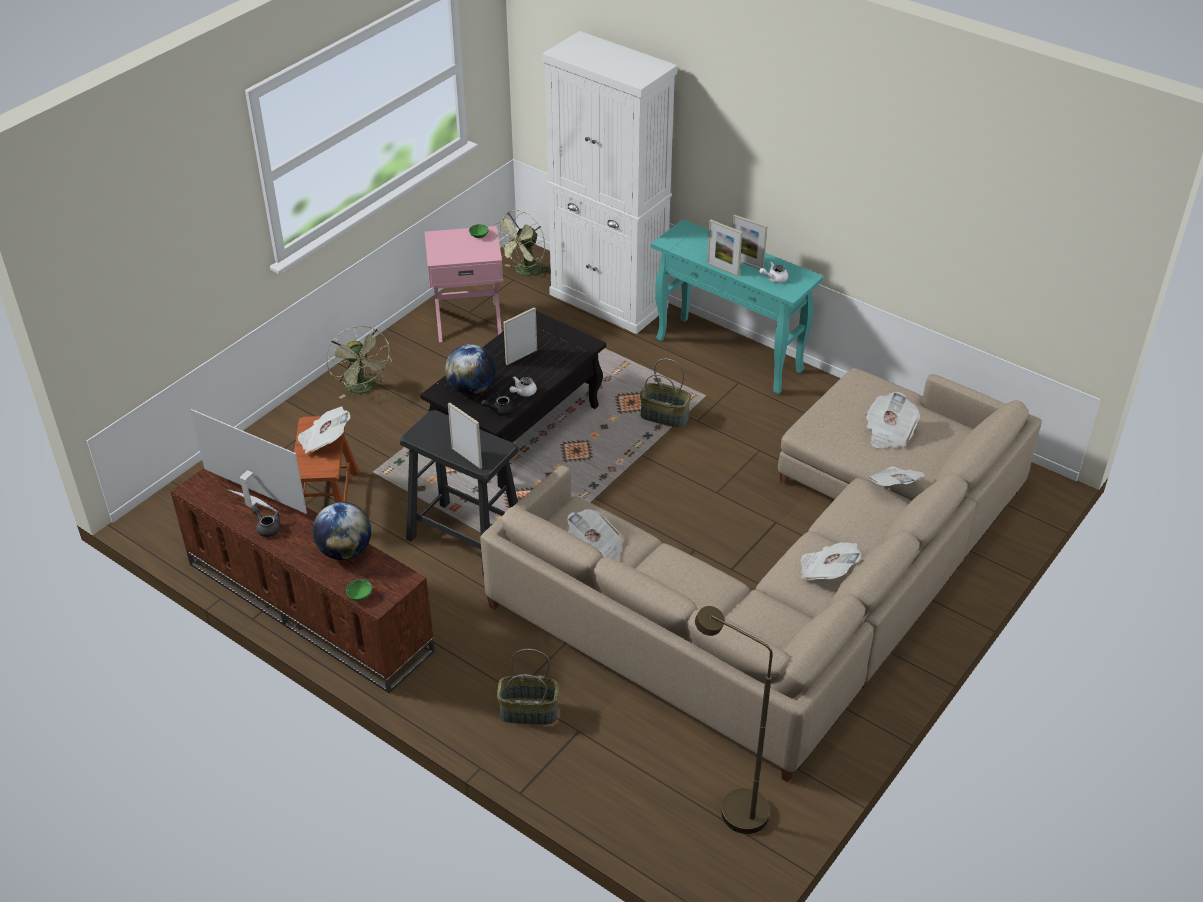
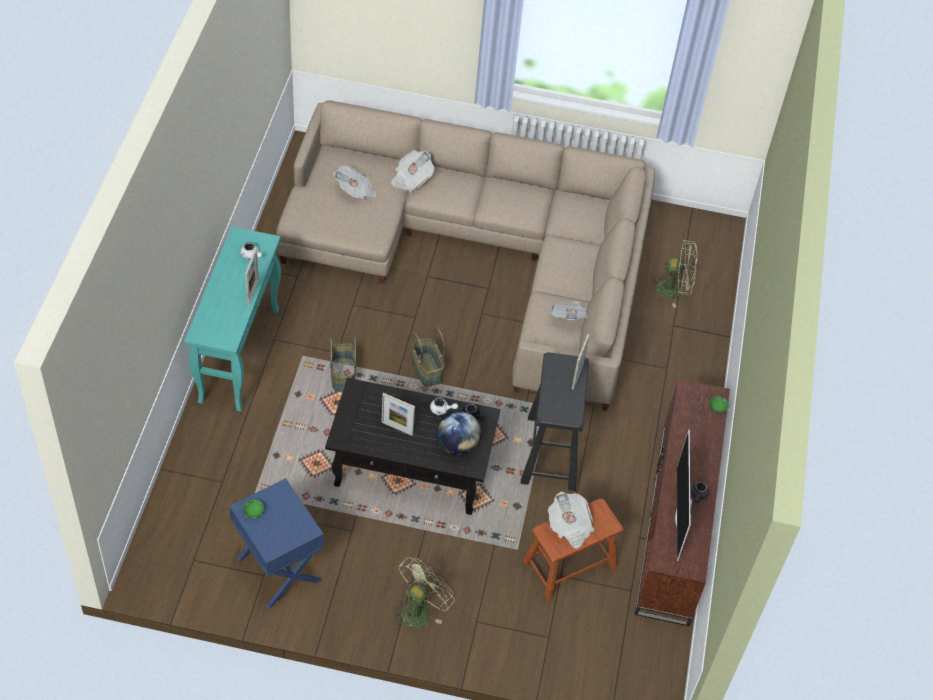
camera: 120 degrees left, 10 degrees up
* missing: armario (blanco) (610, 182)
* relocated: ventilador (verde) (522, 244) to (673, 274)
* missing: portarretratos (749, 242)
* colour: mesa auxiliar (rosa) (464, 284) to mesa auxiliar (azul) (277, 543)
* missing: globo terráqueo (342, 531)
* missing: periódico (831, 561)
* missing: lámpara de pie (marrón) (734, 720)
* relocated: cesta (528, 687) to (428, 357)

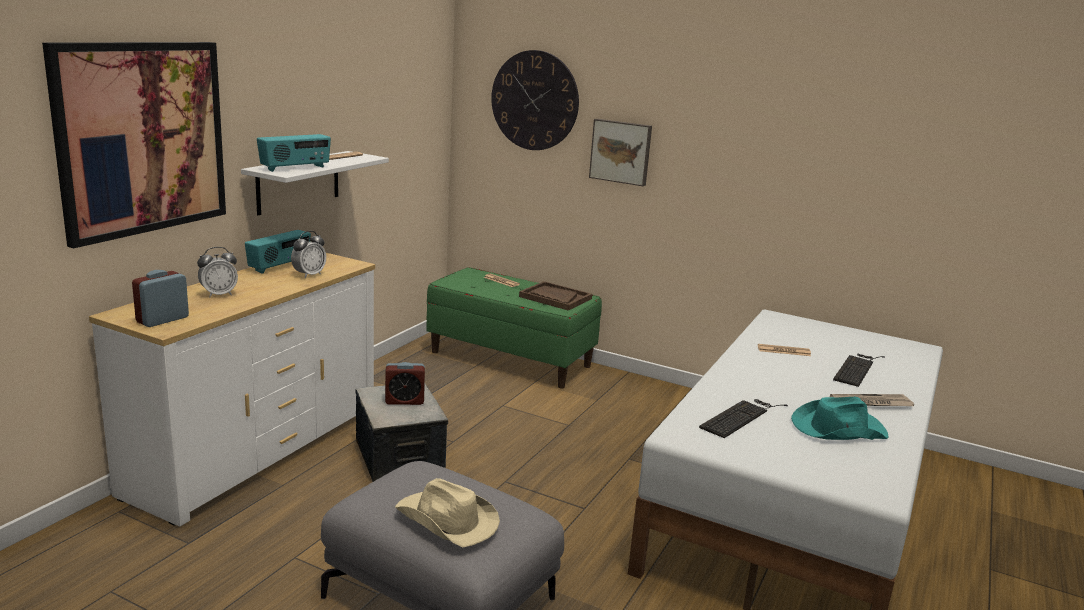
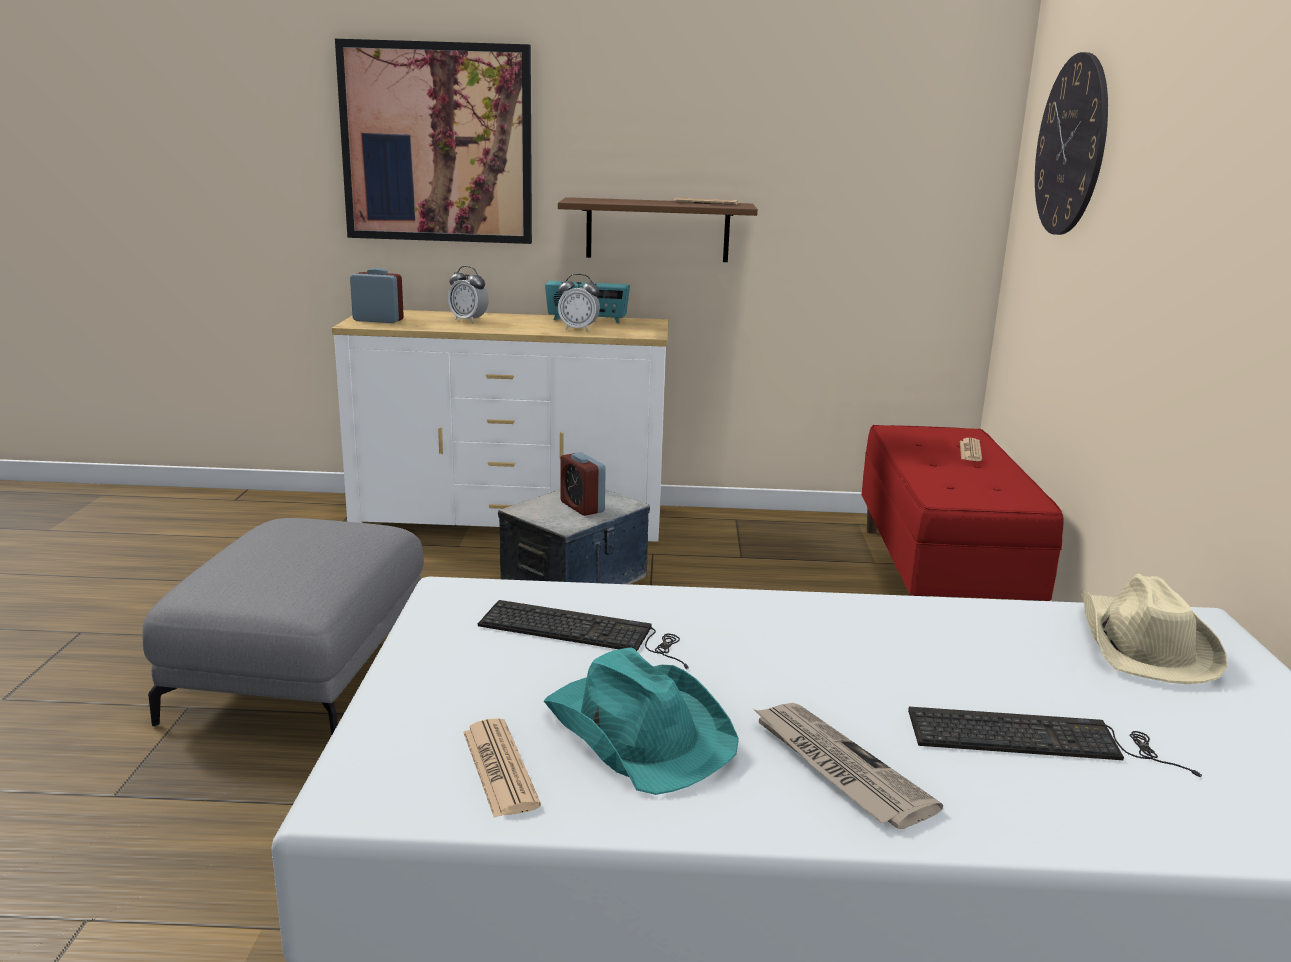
camera: 65 degrees right, 0 degrees up
* missing: cuadro (620, 152)
* missing: radio (294, 153)
* colour: estante (blanco) (315, 183) to estante (marrón) (658, 229)
* colour: banco (verde) (514, 327) to banco (rojo) (962, 513)
* missing: bandeja (marrón) (555, 296)
* relocated: periódico (784, 350) to (502, 768)
* relocated: sombrero (beis) (447, 512) to (1154, 629)

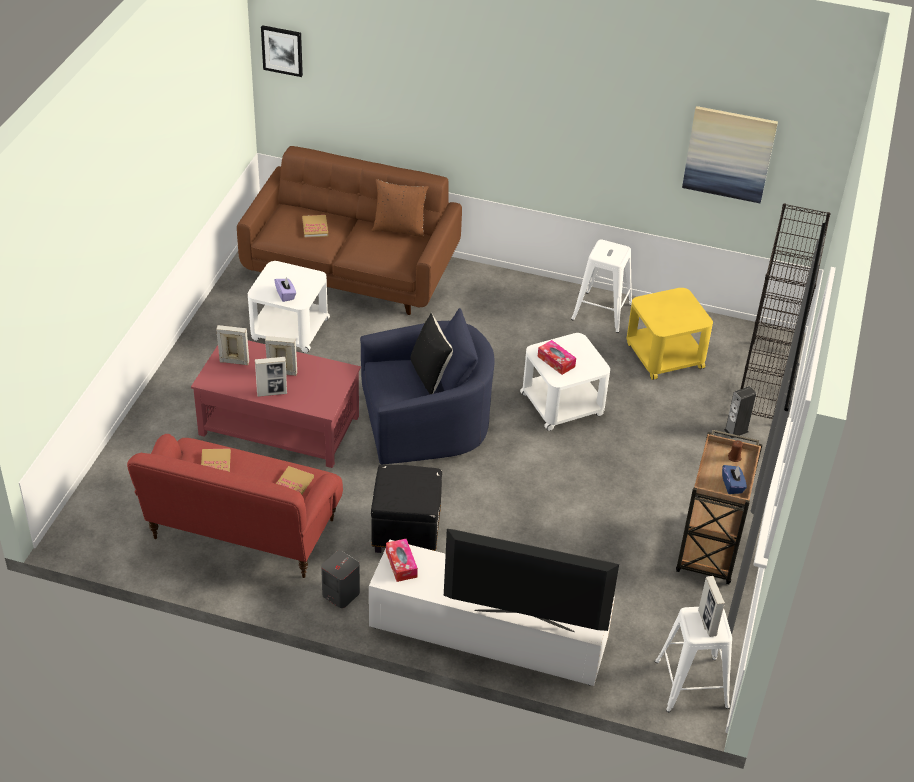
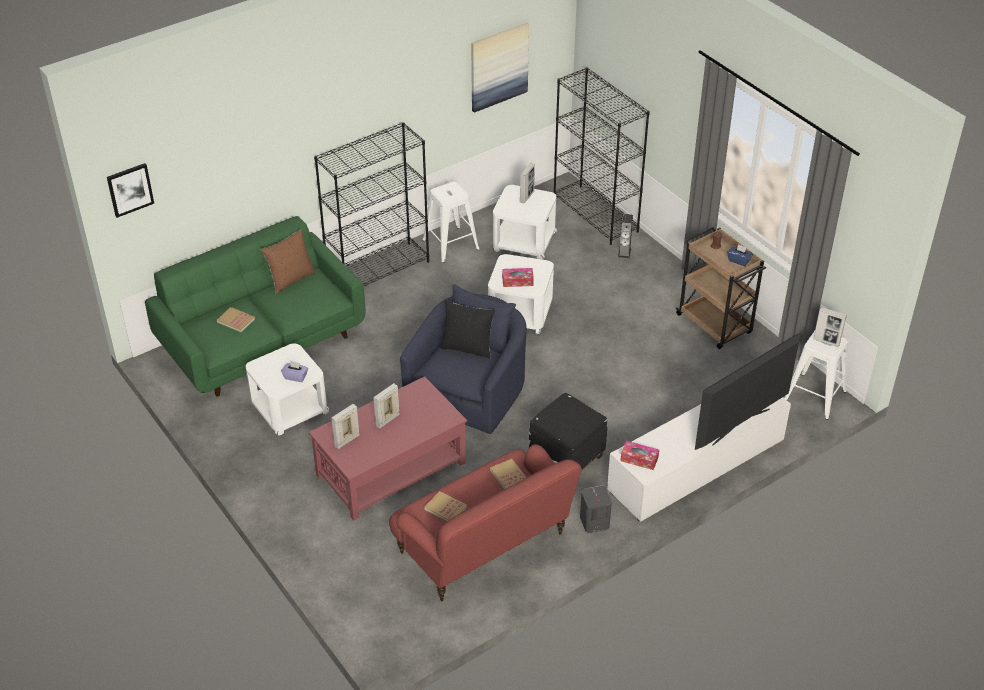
camera: 50 degrees left, 0 degrees up
* colour: sofá (marrón) (349, 230) to sofá (verde) (255, 306)
* colour: mesa auxiliar (amarillo) (669, 334) to mesa auxiliar (blanco) (525, 222)
* relocated: portarretratos (271, 377) to (527, 183)
* appeared: estantería (negro) (371, 204)

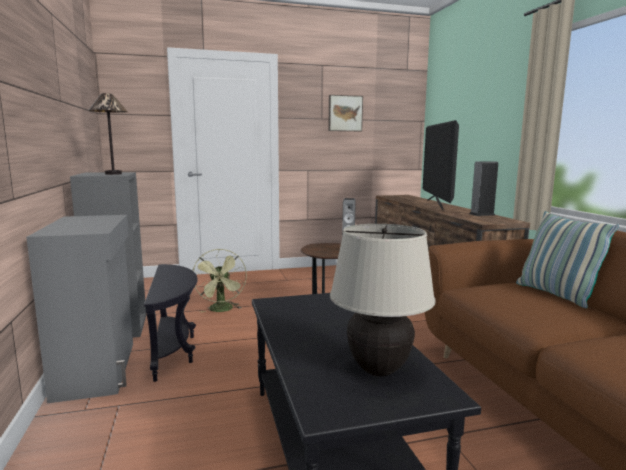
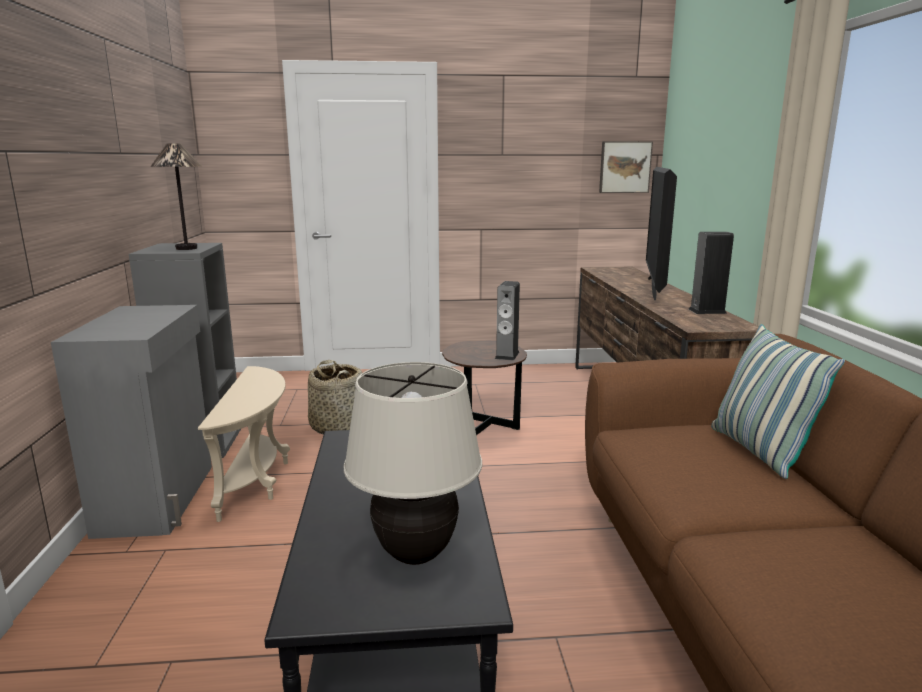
camera: 10 degrees right, 5 degrees up
* relocated: cuadro (345, 113) to (626, 167)
* exchanged: ventilador (verde) (220, 281) to cesta (335, 397)
* colour: mesa auxiliar (negro) (170, 323) to mesa auxiliar (beis) (244, 444)

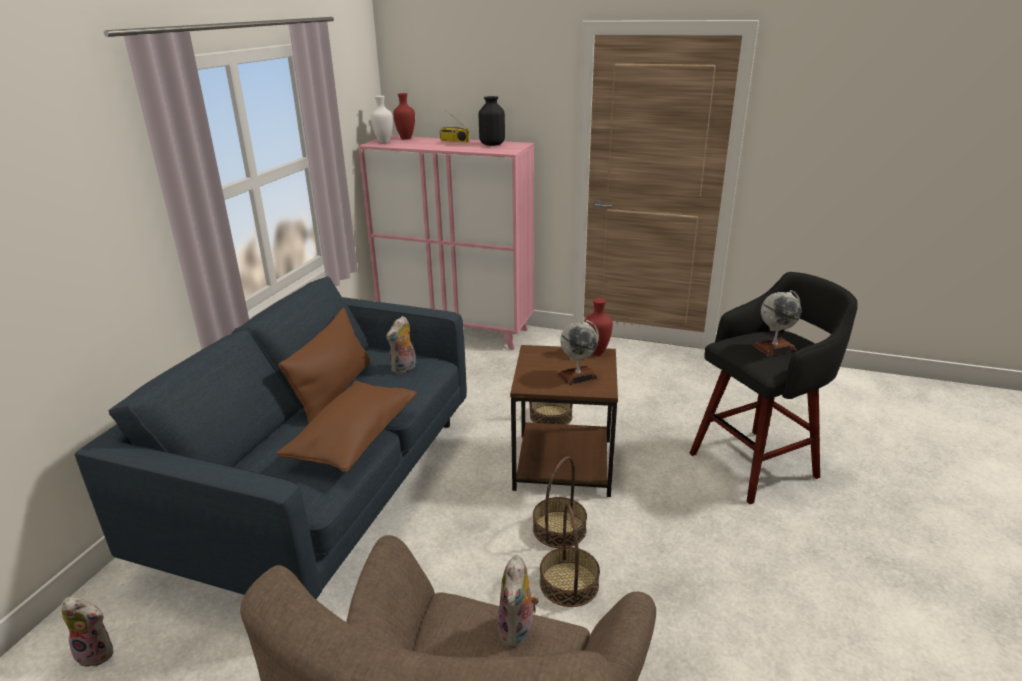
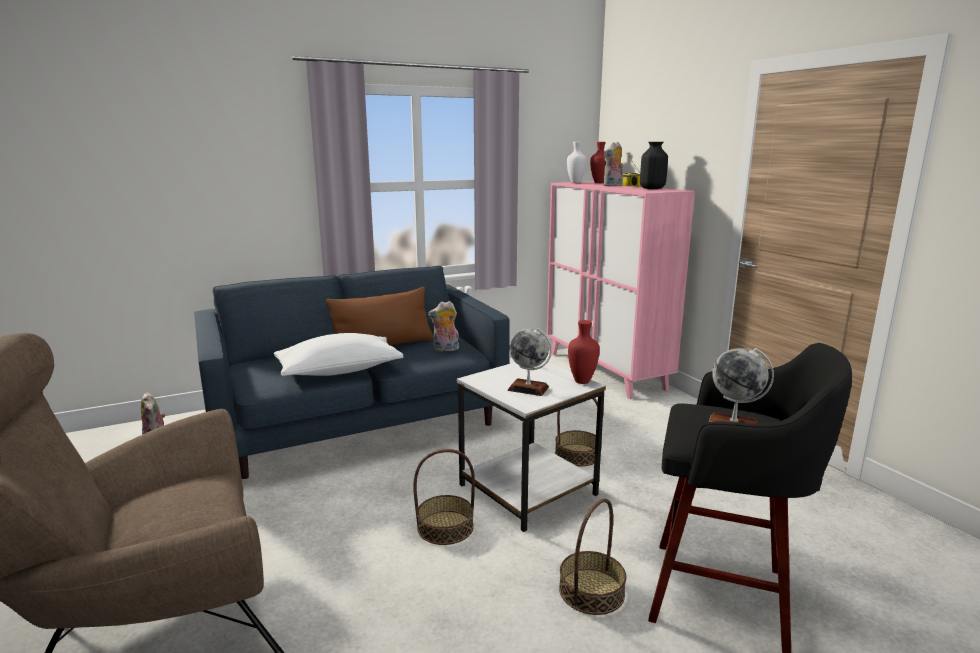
camera: 45 degrees right, 10 degrees down
* colour: mesa auxiliar (marrón) (564, 421) to mesa auxiliar (blanco) (531, 446)
* colour: cojín (marrón) (346, 427) to cojín (blanco) (338, 354)
* relocated: cesta (570, 555) to (592, 556)
* relocated: peluche (518, 601) to (613, 164)

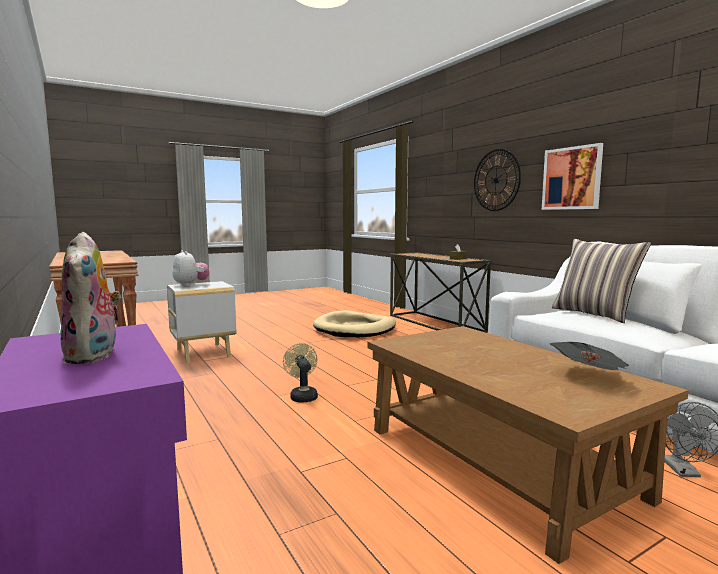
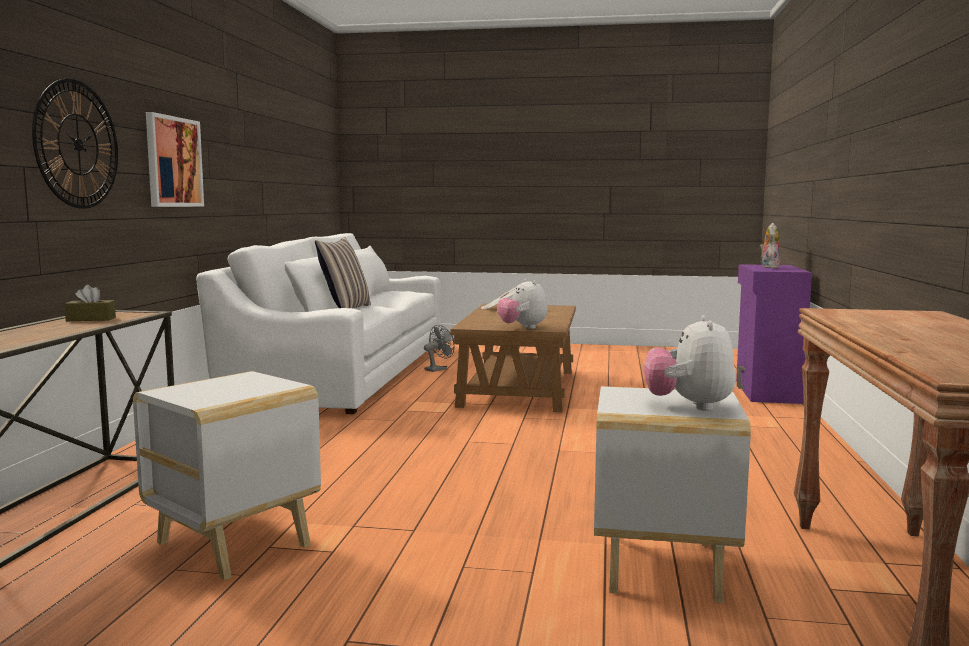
camera: 140 degrees left, 0 degrees up
* exchanged: cama para perro (beis) (354, 323) to mesa auxiliar (blanco) (227, 475)
* missing: ventilador (beis) (300, 373)
* appeared: peluche (522, 304)

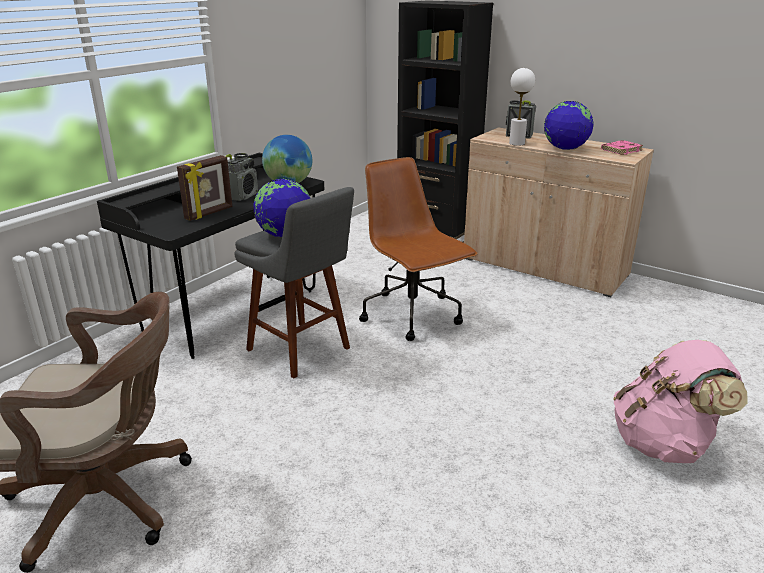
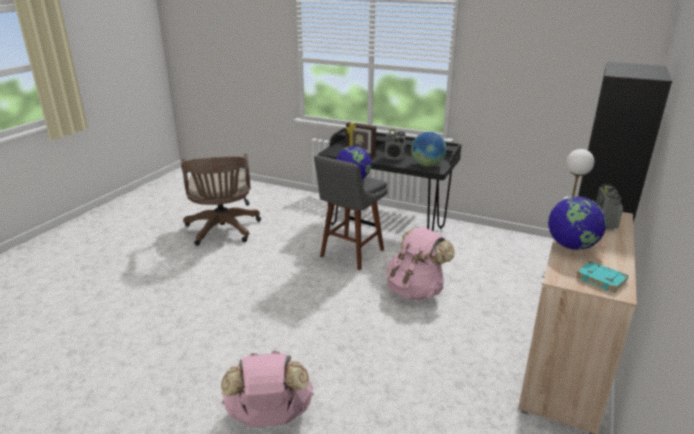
camera: 80 degrees right, 0 degrees up
* colour: libro (rosa) (622, 147) to libro (turquesa) (602, 277)
* exchanged: silla de oficina (marrón) (418, 249) to mochila (rosa) (421, 263)

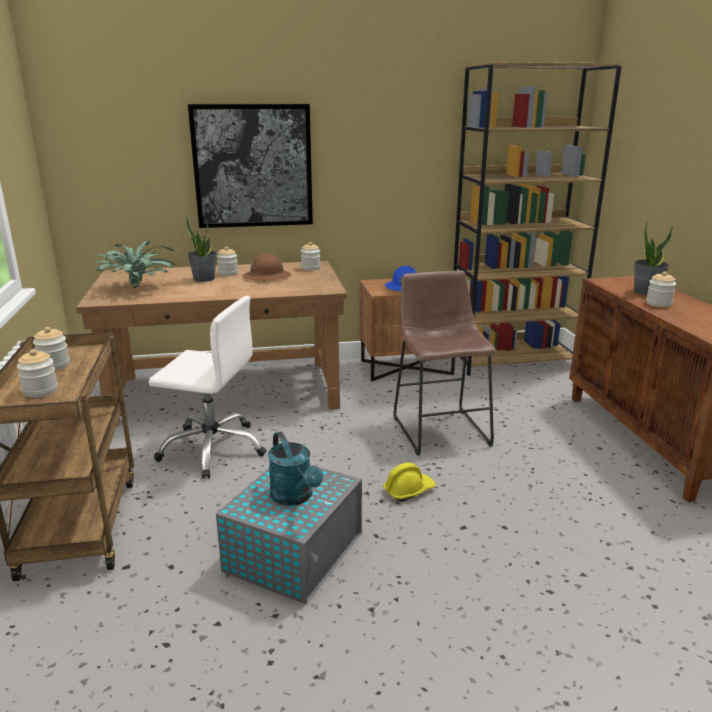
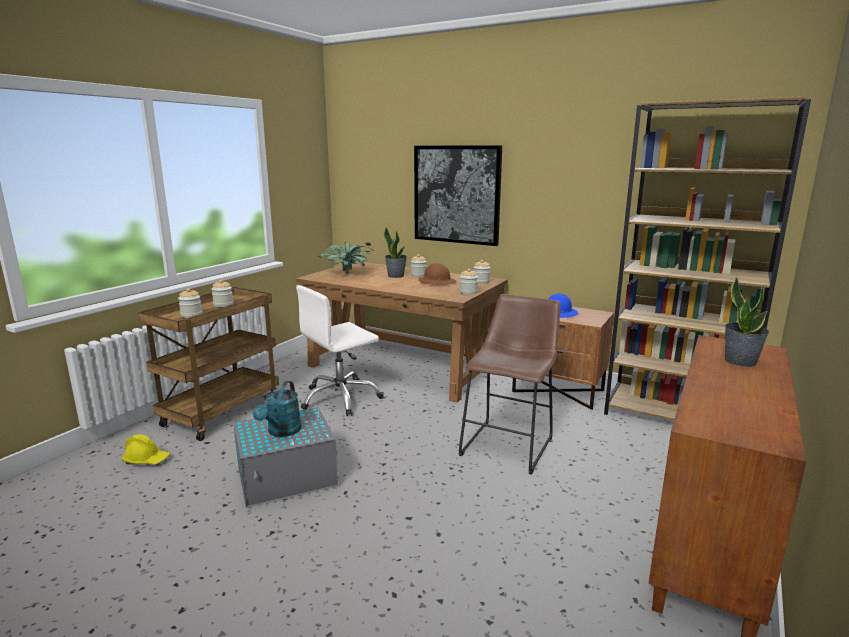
camera: 40 degrees right, 5 degrees down
* relocated: tarro (661, 289) to (469, 281)
* spun: silla de oficina (blanco) (207, 387) = (340, 350) 90 degrees clockwise
* relocated: casco (amarillo) (409, 482) to (145, 449)

